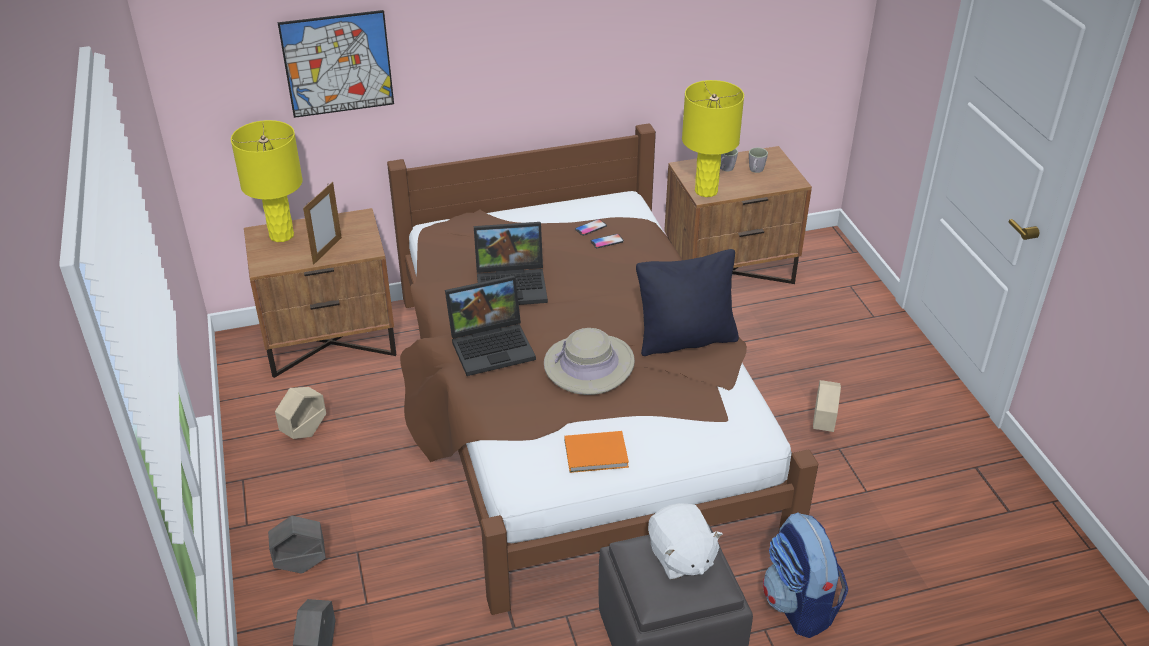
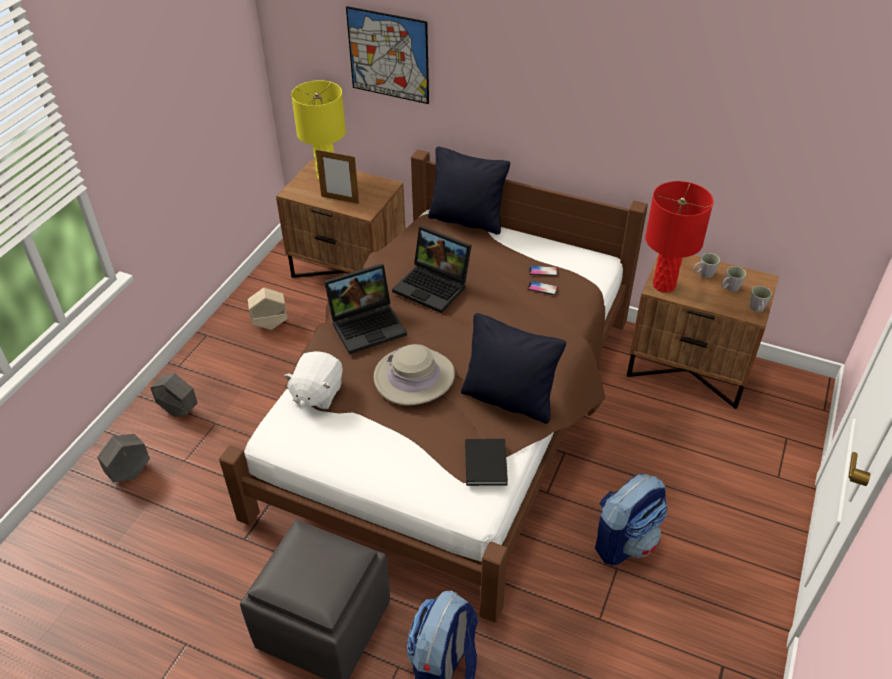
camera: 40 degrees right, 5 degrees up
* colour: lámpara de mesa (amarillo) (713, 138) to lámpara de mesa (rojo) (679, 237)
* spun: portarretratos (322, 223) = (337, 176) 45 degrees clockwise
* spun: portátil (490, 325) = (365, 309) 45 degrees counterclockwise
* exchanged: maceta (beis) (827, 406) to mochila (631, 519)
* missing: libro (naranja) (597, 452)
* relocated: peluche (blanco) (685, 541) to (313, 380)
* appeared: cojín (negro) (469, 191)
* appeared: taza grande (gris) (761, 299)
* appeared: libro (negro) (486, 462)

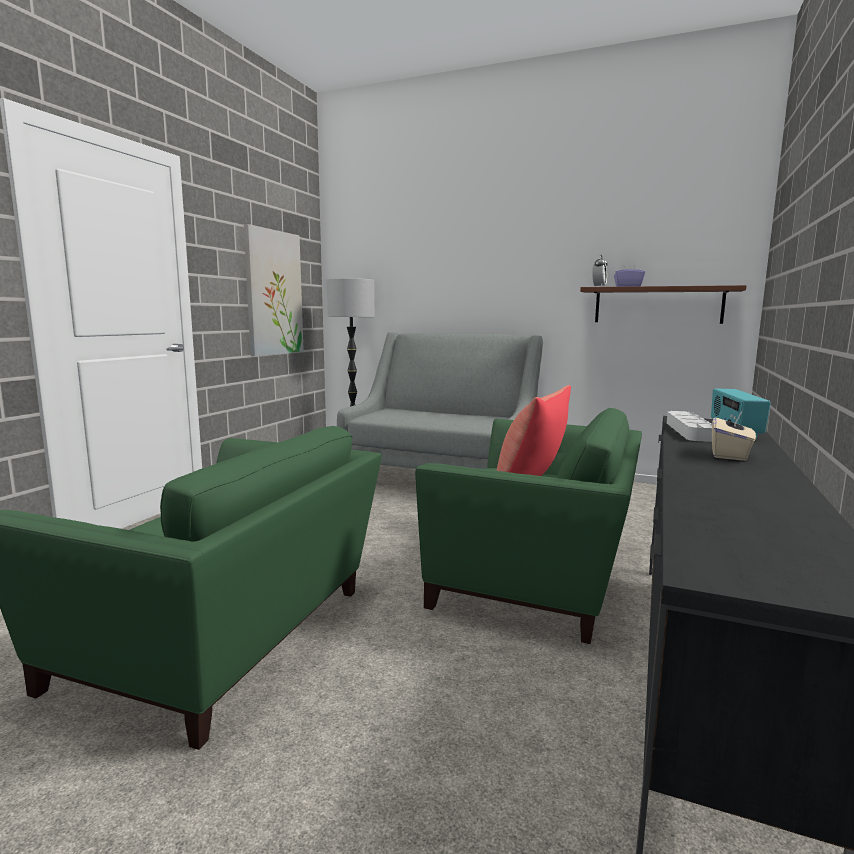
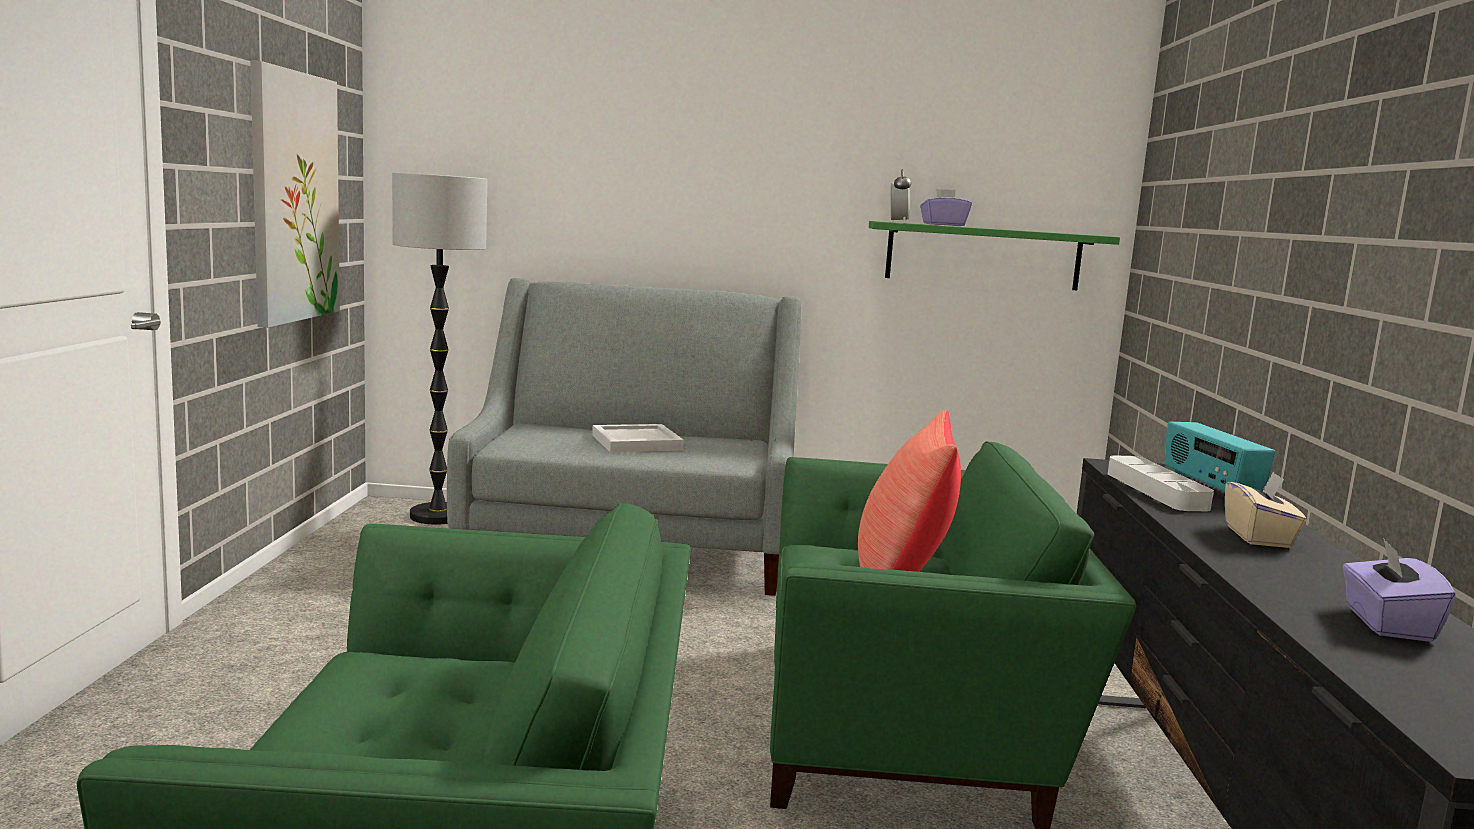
camera: 20 degrees left, 0 degrees up
* colour: estante (marrón) (663, 304) to estante (verde) (994, 255)
* appeared: bandeja (blanco) (638, 438)
* appeared: caja de pañuelos (morado) (1399, 590)

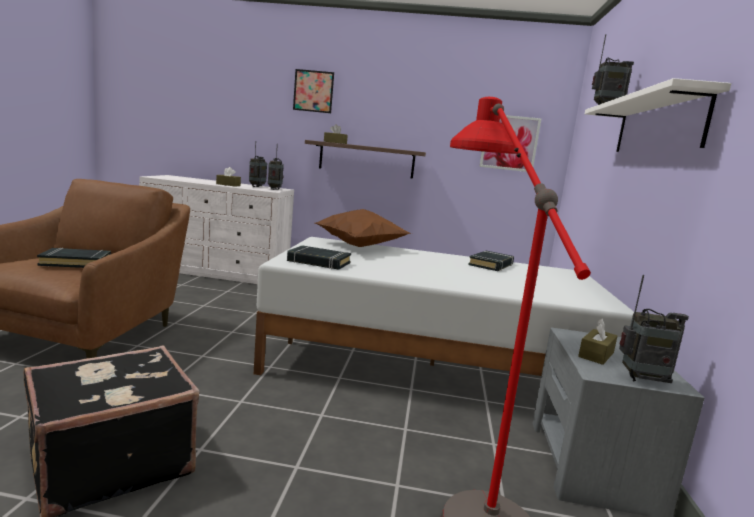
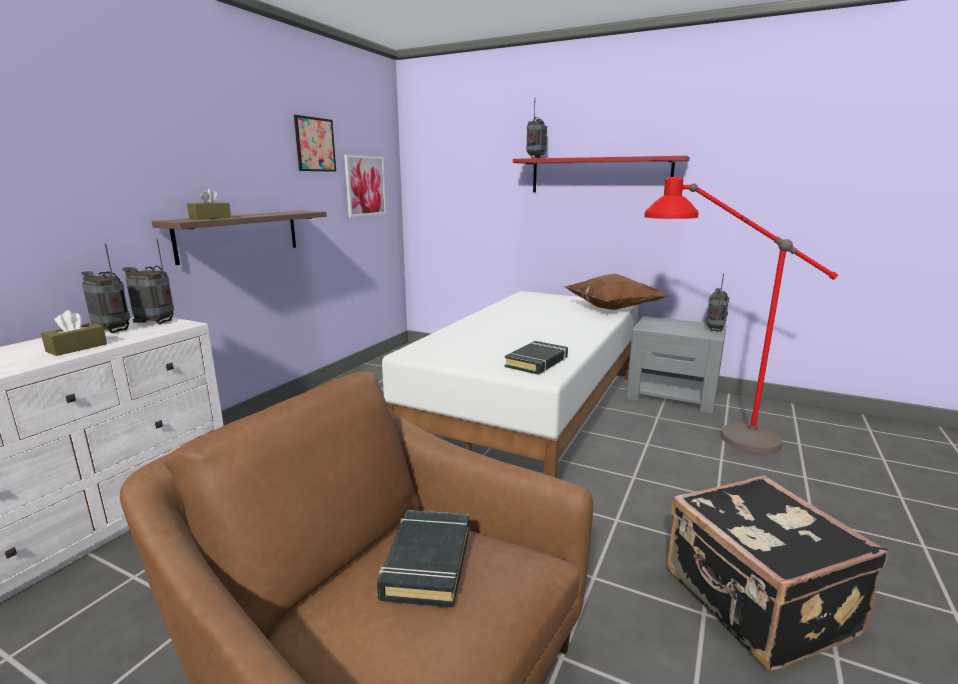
camera: 70 degrees left, 5 degrees up
* relocated: cuadro (313, 91) to (315, 143)
* colour: estante (blanco) (658, 115) to estante (rojo) (601, 174)
* relocated: cojín (marrón) (363, 228) to (616, 292)
* missing: libro (negro) (491, 261)
* missing: caja de pañuelos (marrón) (597, 342)

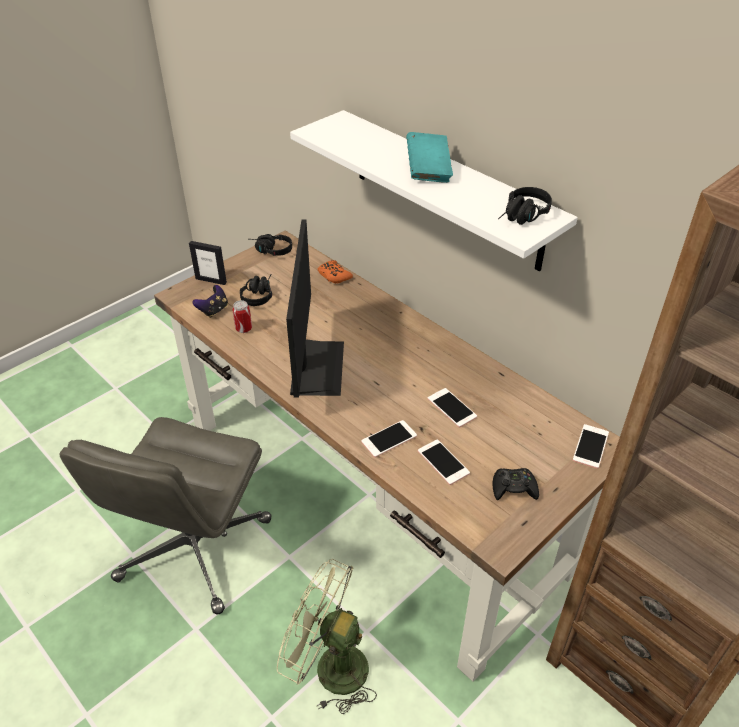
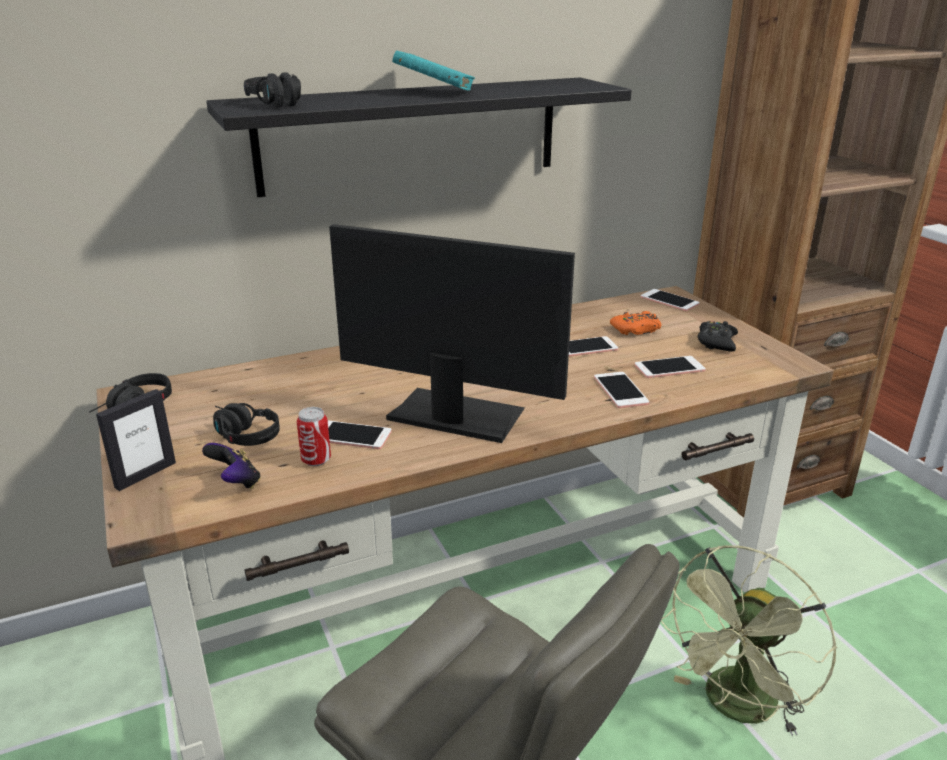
camera: 70 degrees left, 15 degrees down
* colour: estante (blanco) (434, 190) to estante (negro) (419, 137)
* relocated: auriculares (negro) (525, 206) to (272, 90)
* relocated: mando de consola (naranja) (335, 272) to (635, 323)
* appeared: móvil (360, 434)

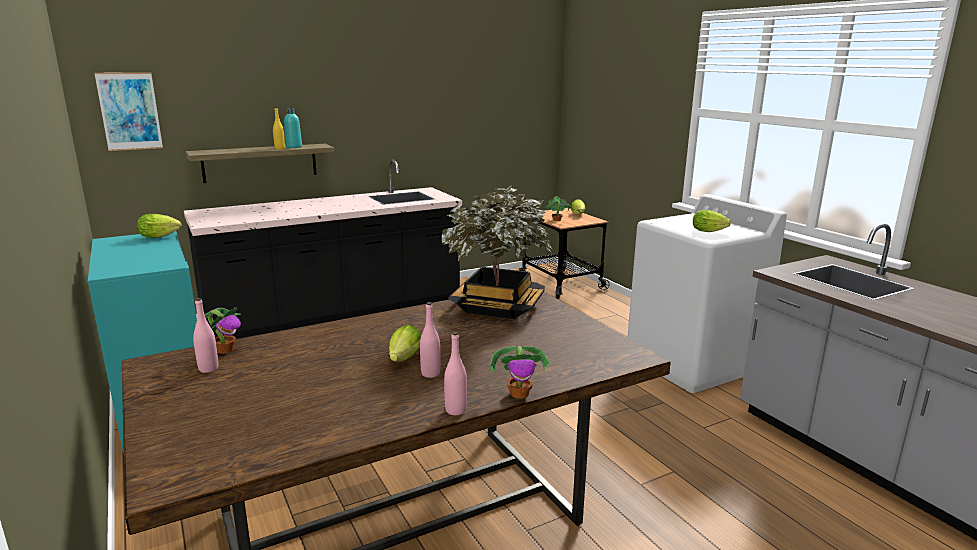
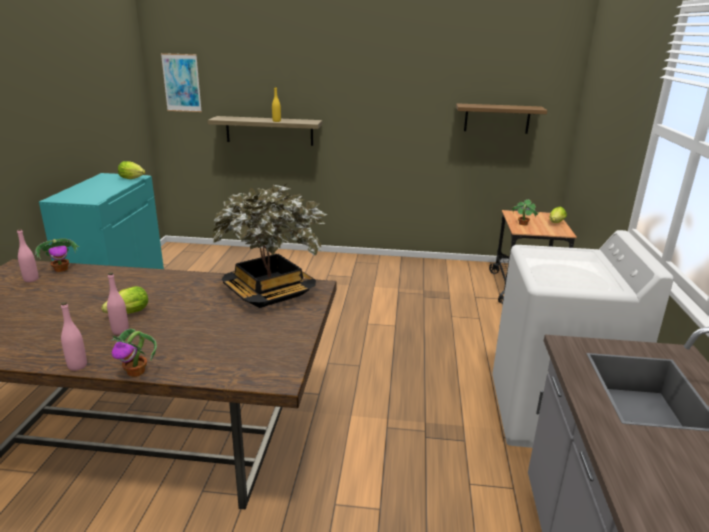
camera: 35 degrees right, 5 degrees up
* missing: botella (turquesa) (293, 128)
* missing: mueble bajo de cocina (negro) (323, 249)
* missing: lechuga (712, 221)
* appeared: estante (501, 118)

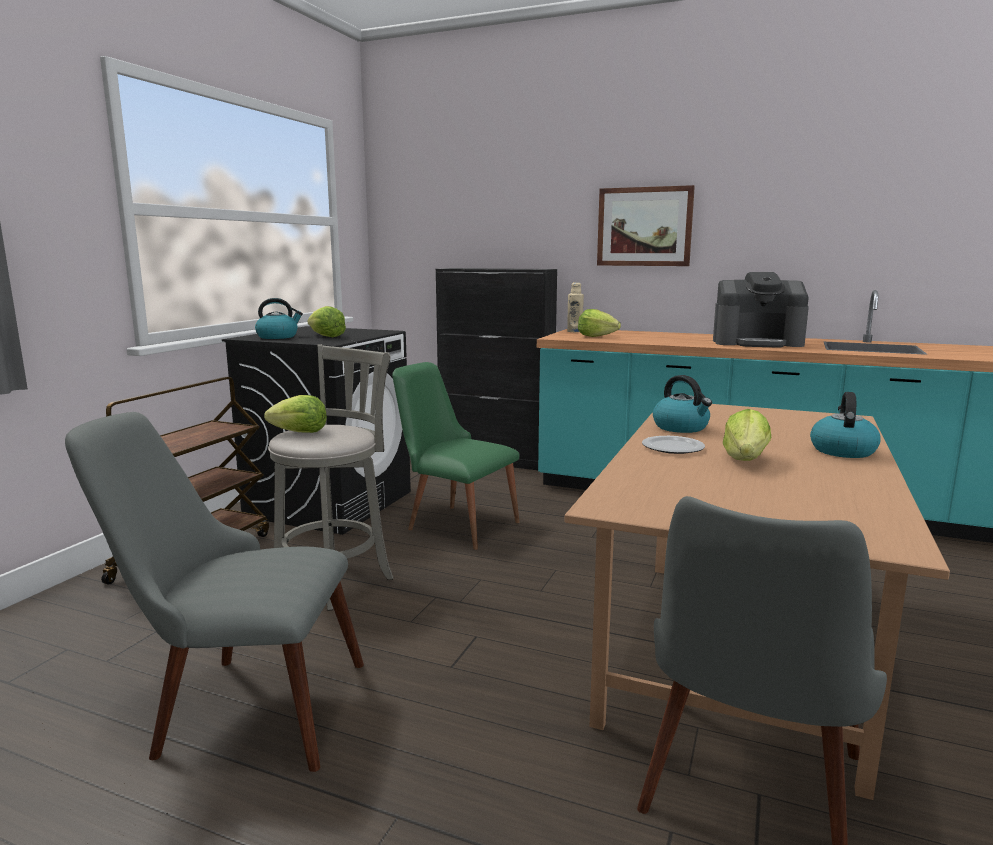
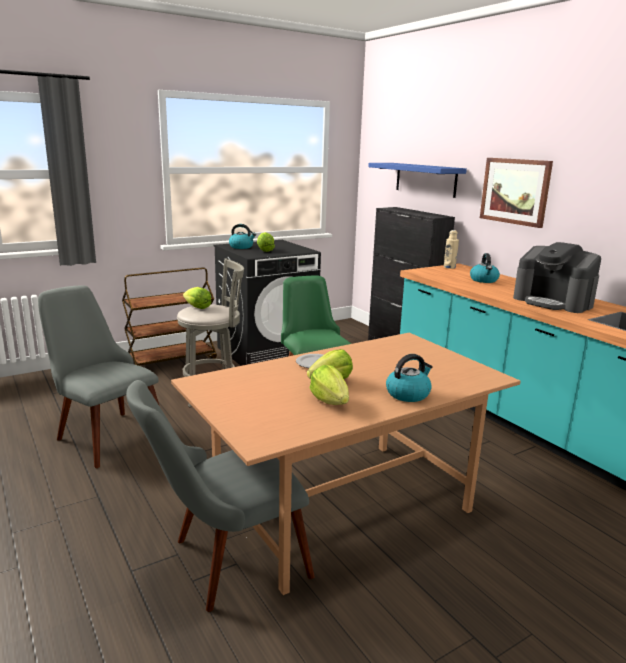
camera: 35 degrees right, 5 degrees up
* relocated: lechuga (599, 323) to (329, 385)
* relocated: hervidor (682, 404) to (485, 268)
* appeared: estante (azul) (417, 180)

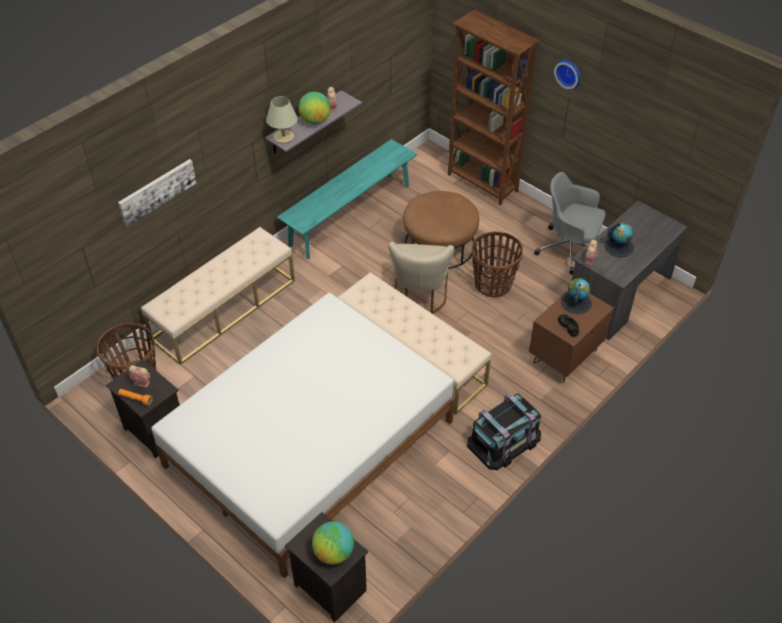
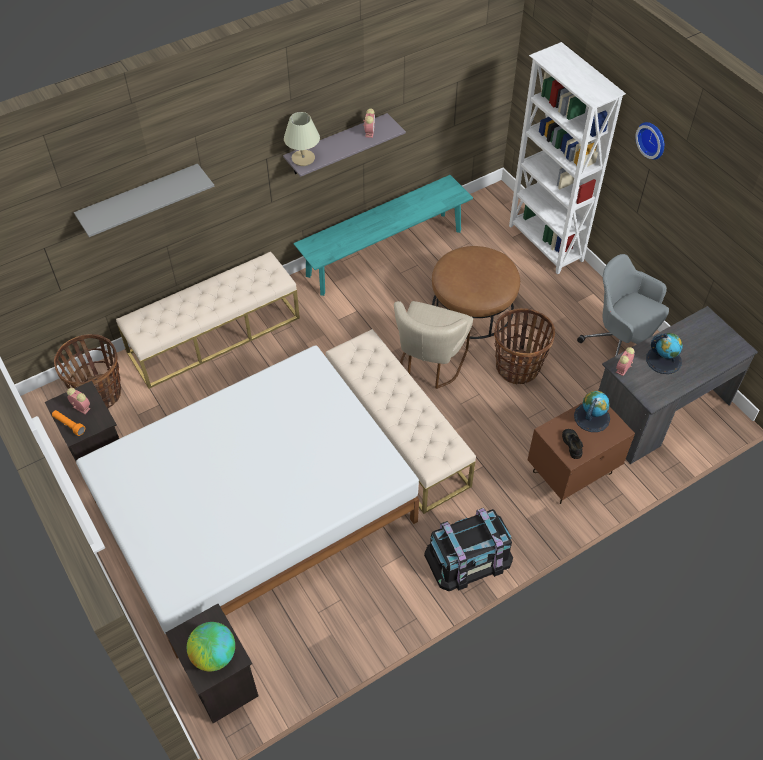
camera: 15 degrees right, 5 degrees up
* colour: estantería (marrón) (494, 108) to estantería (blanco) (567, 158)
* missing: globo terráqueo (314, 108)
* exchanged: cuadro (157, 192) to estante (gris) (144, 200)

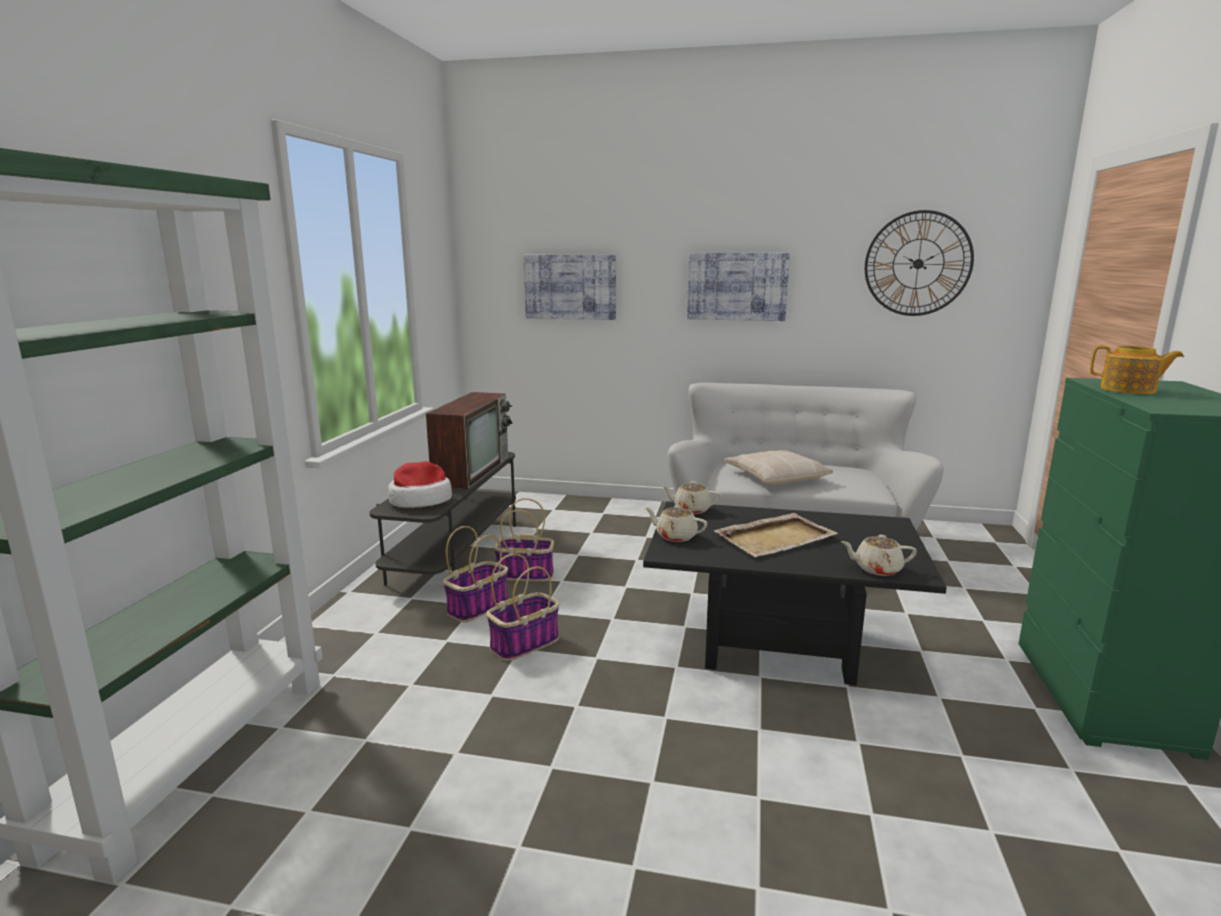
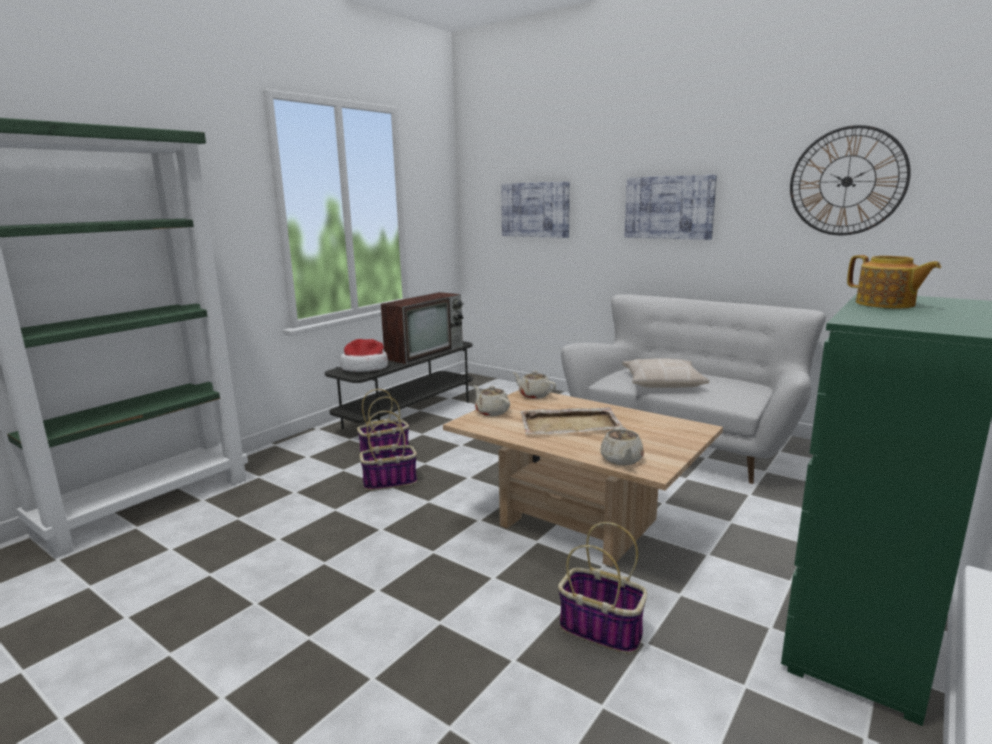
camera: 25 degrees right, 0 degrees up
* relocated: cesta (524, 539) to (602, 588)
* colour: mesa de centro (negro) (795, 593) to mesa de centro (beis) (583, 478)
* spun: tetera (beis) (879, 555) = (622, 446) 120 degrees counterclockwise

